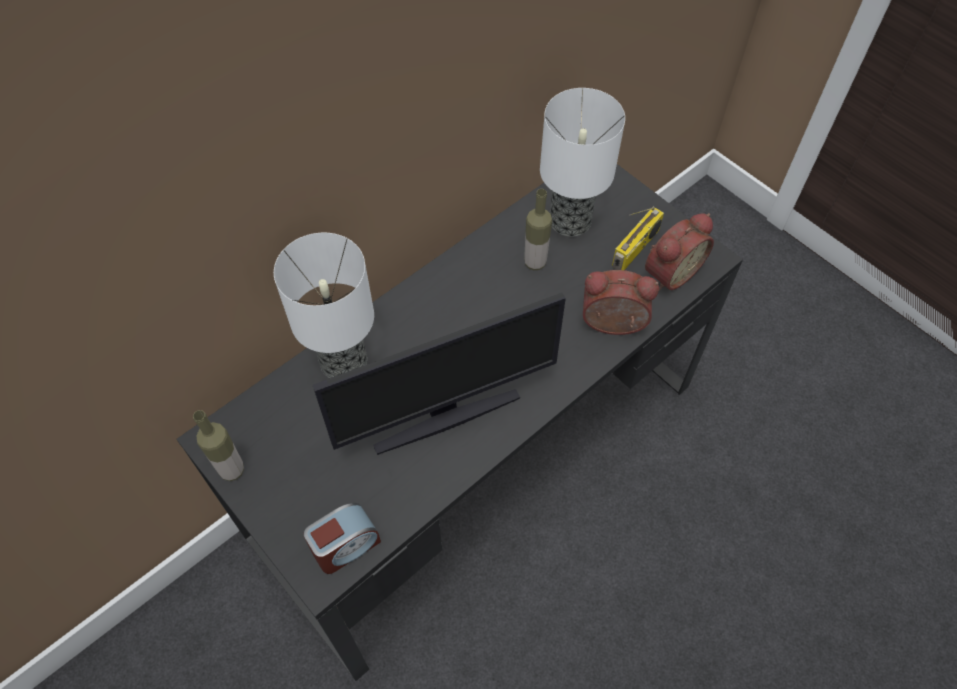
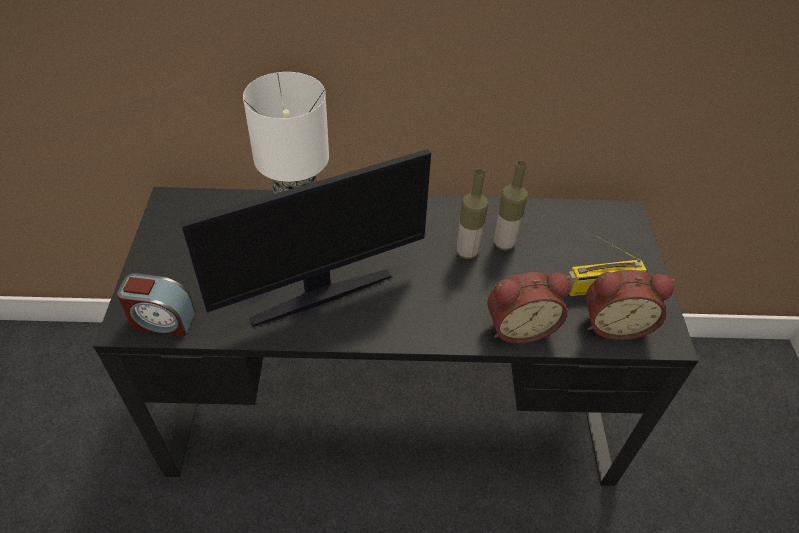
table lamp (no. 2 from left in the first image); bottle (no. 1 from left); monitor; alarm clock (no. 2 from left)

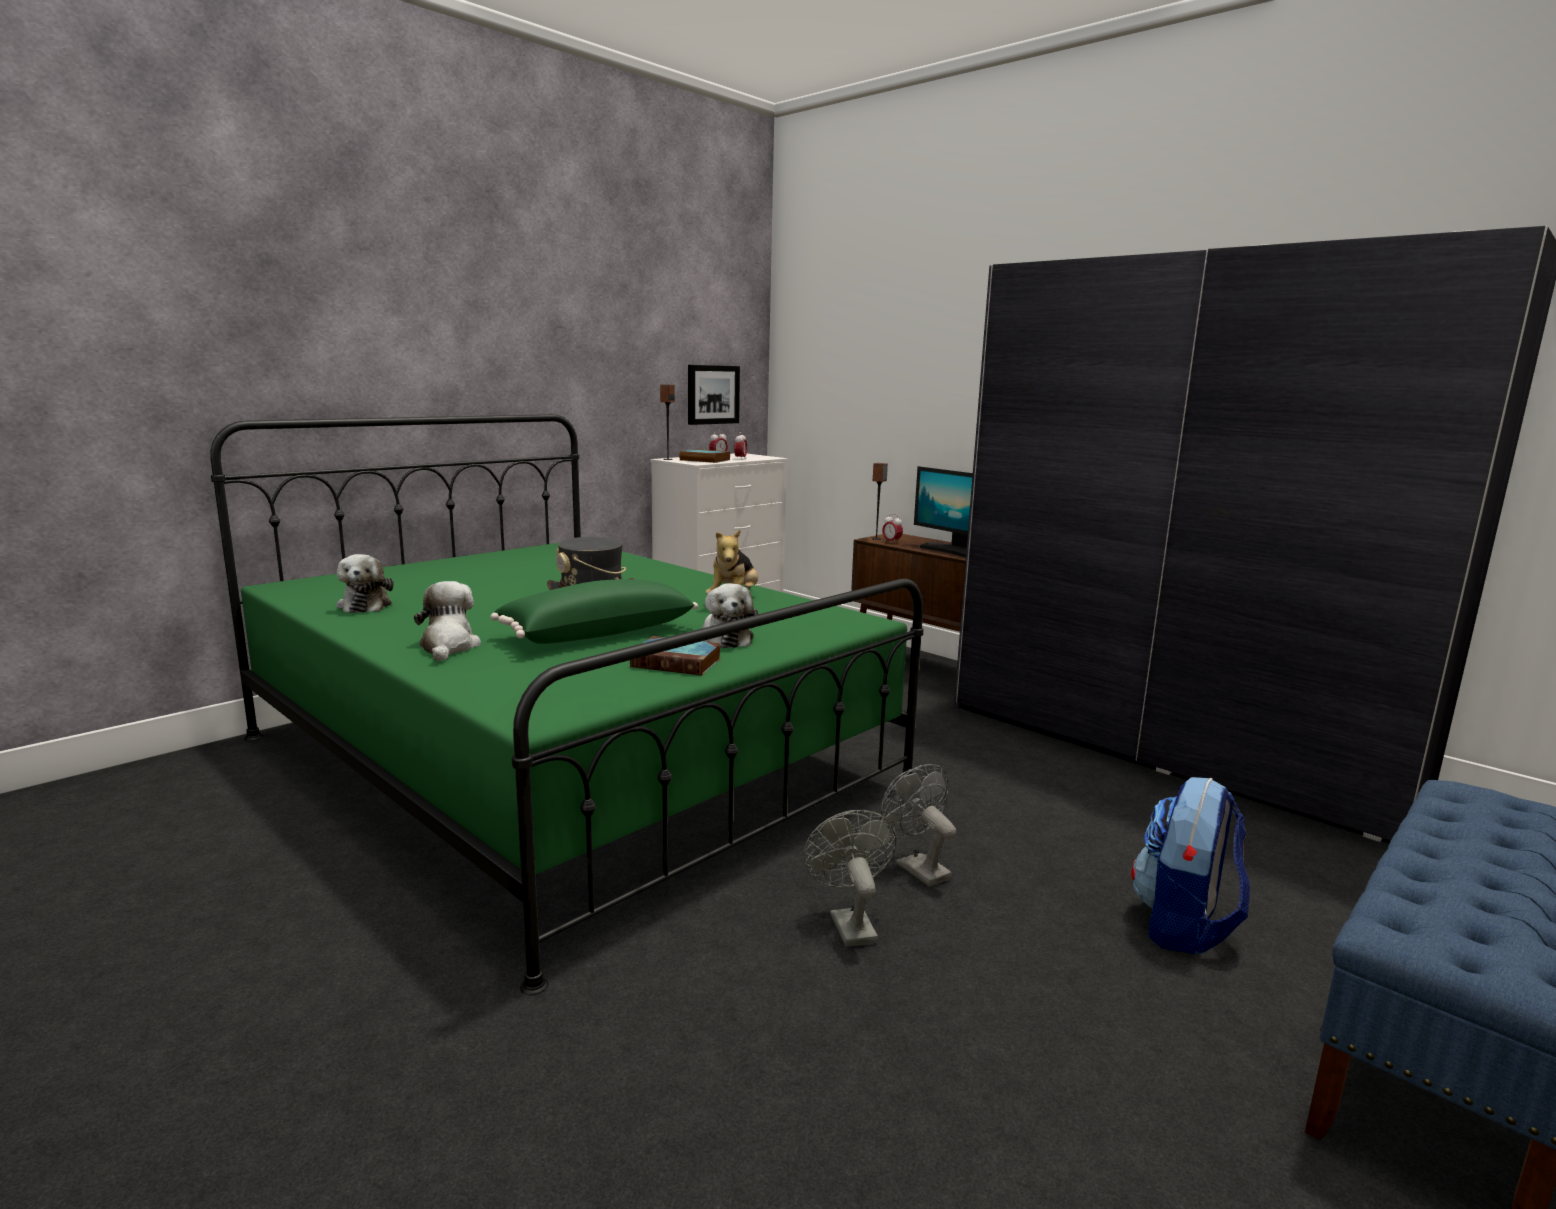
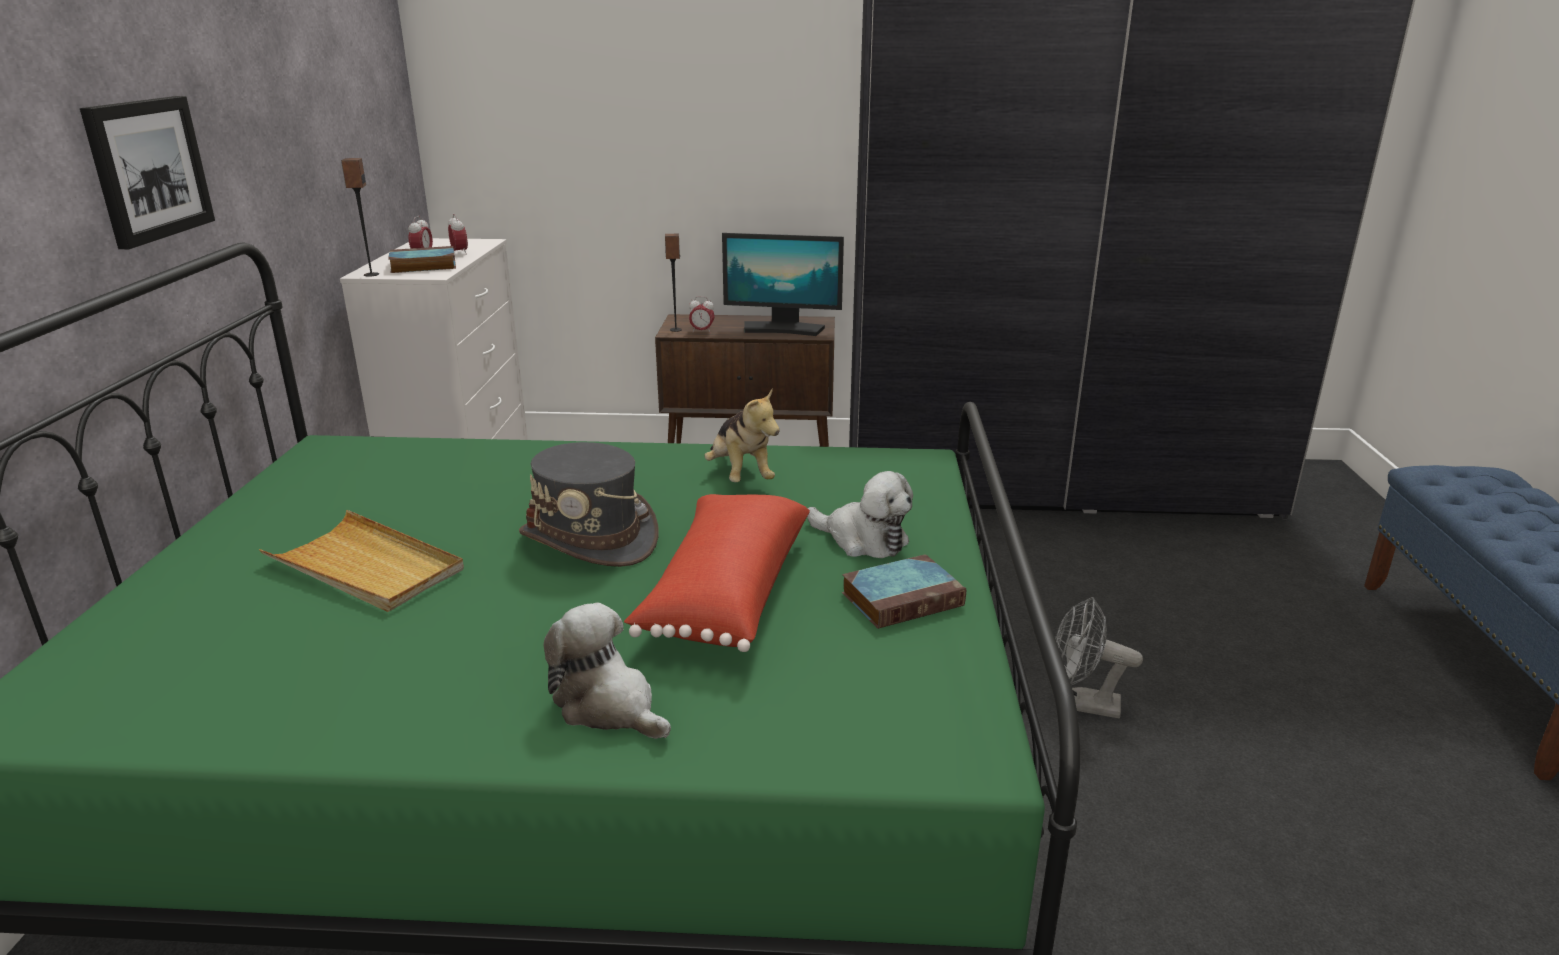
plush toy (no. 1 from left in the first image); grey fan (no. 1 from left in the first image); backpack; beige tray; picture; red pillow

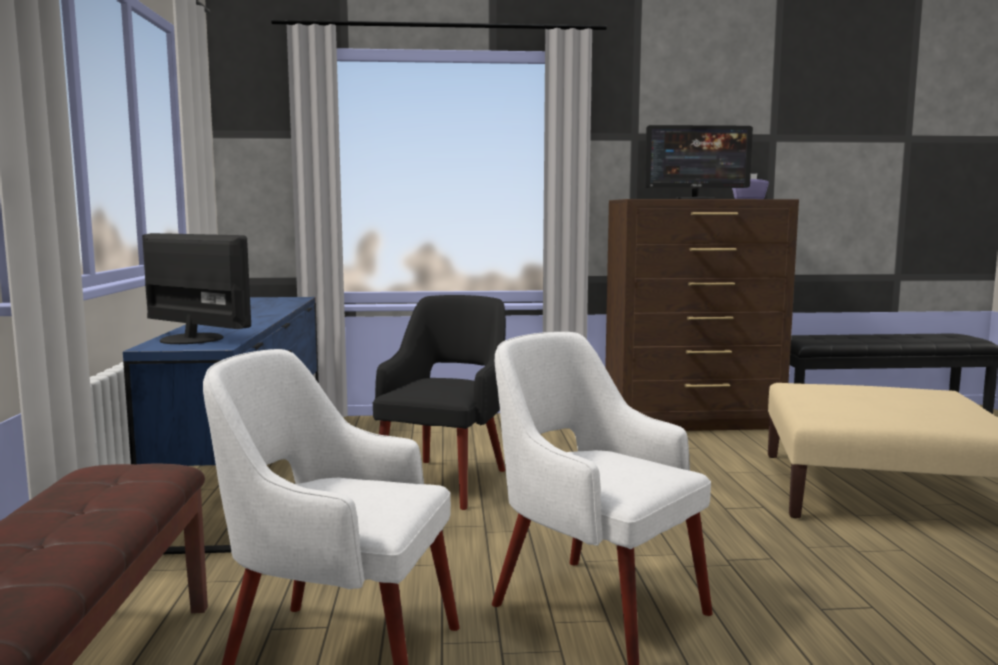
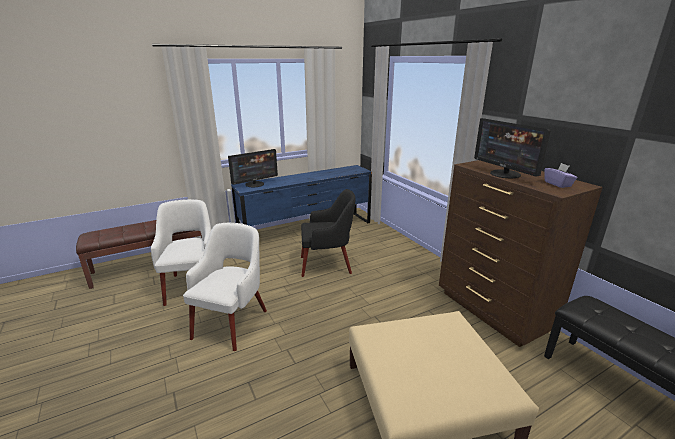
monitor (no. 1 from left)

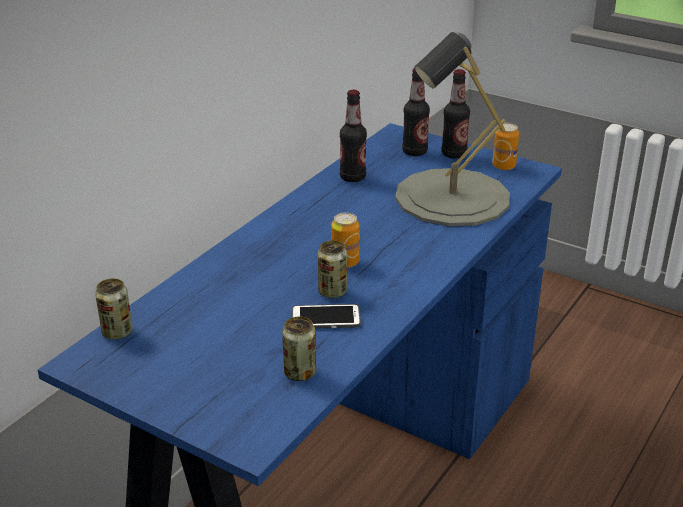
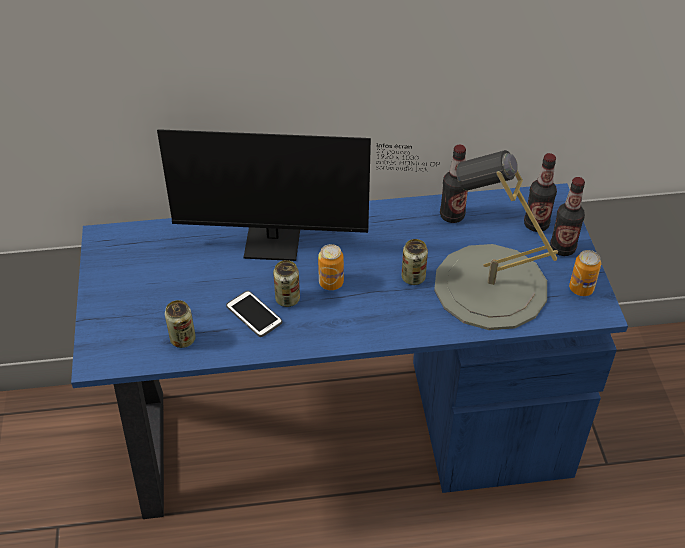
monitor; can (no. 4 from left)

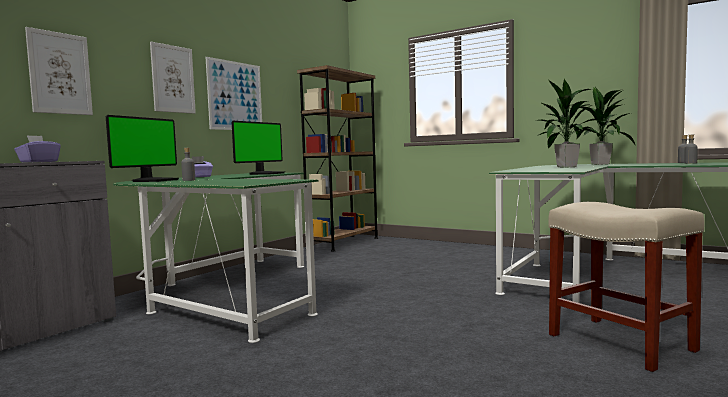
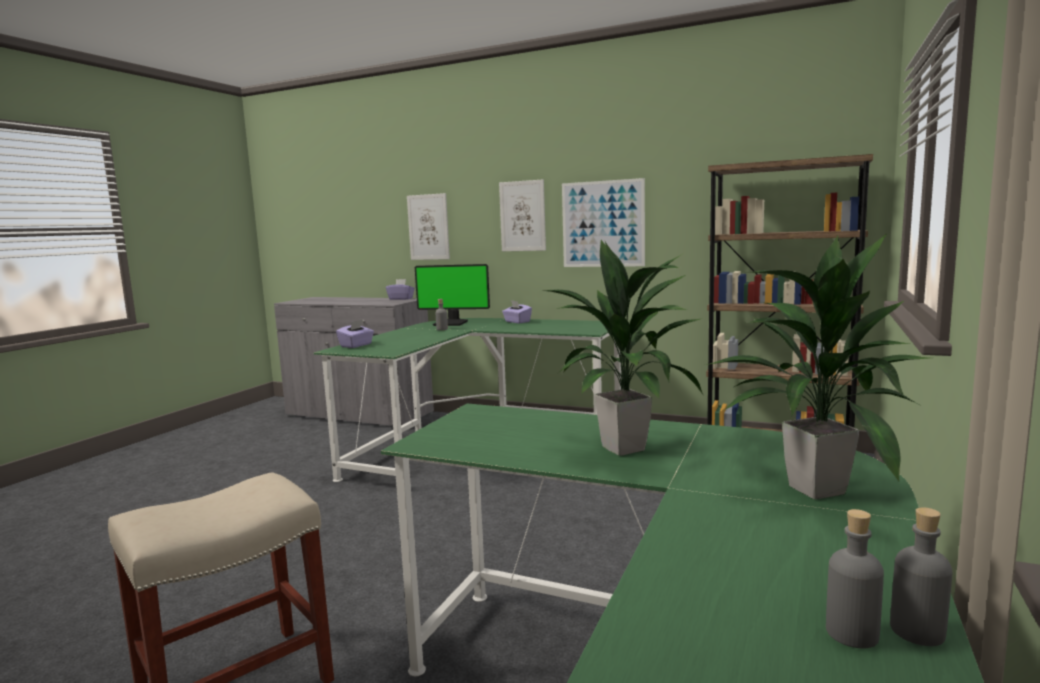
monitor (no. 2 from left in the first image); purple tissue box (no. 1 from left)

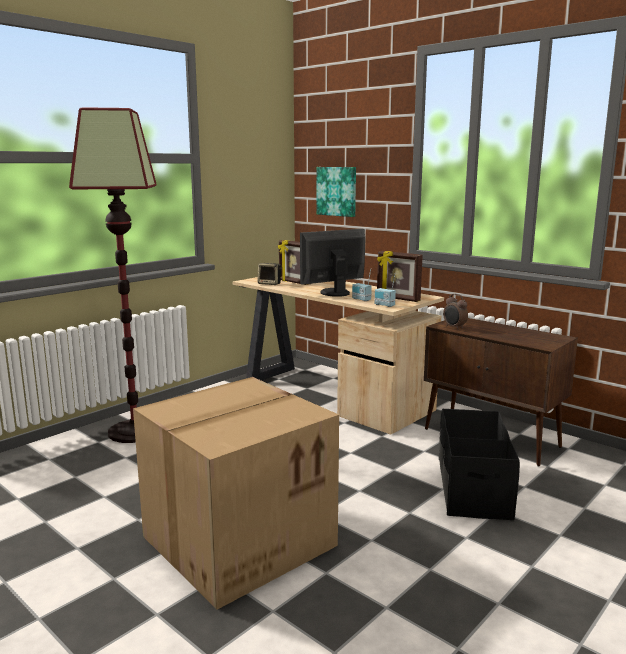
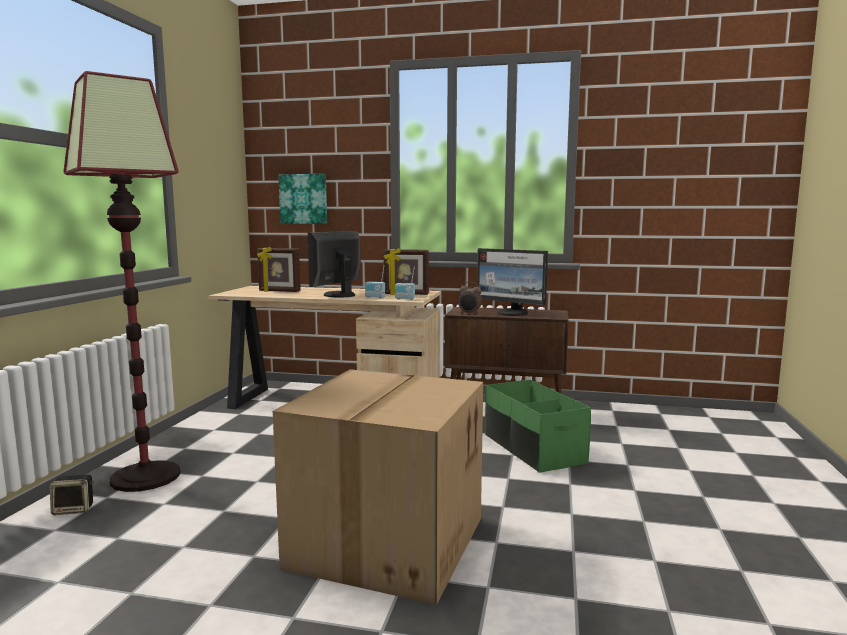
monitor (no. 2 from left); speaker; green storage box

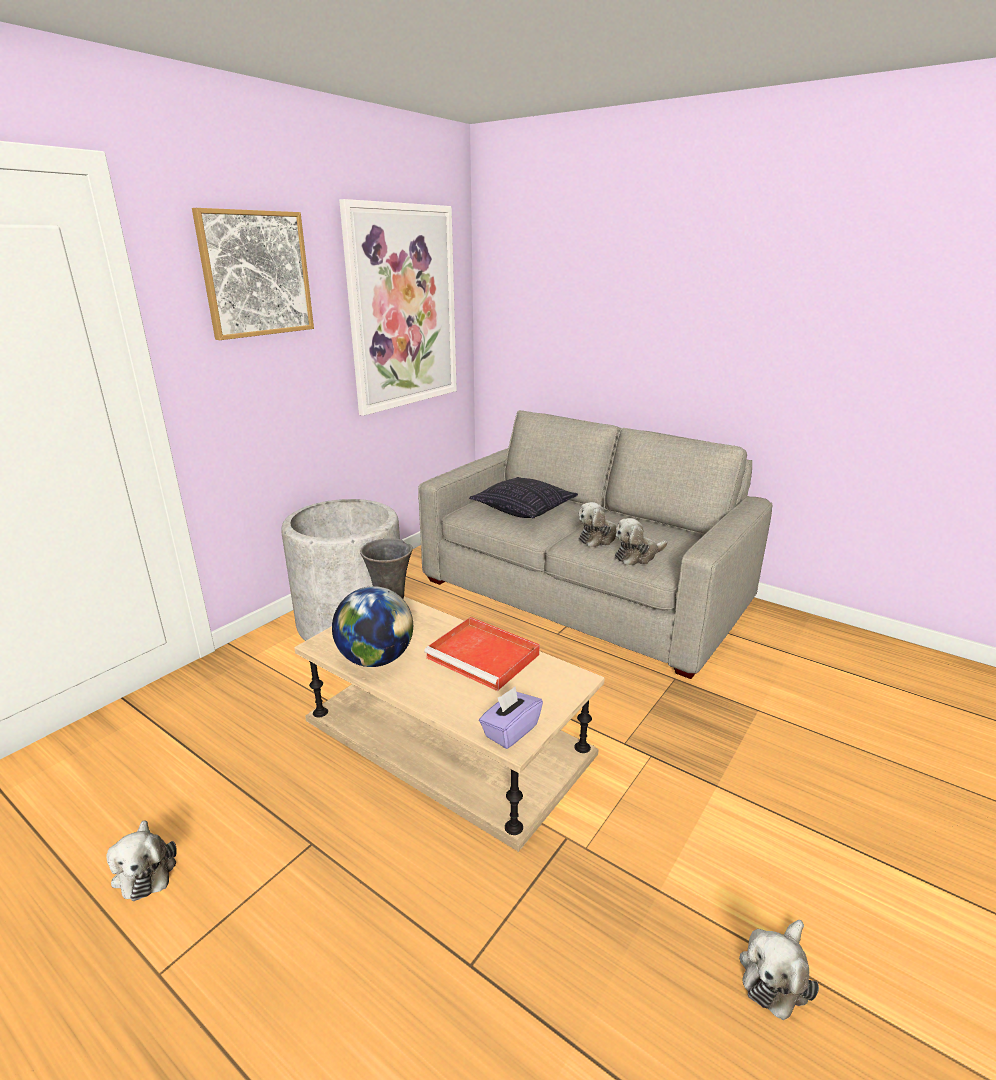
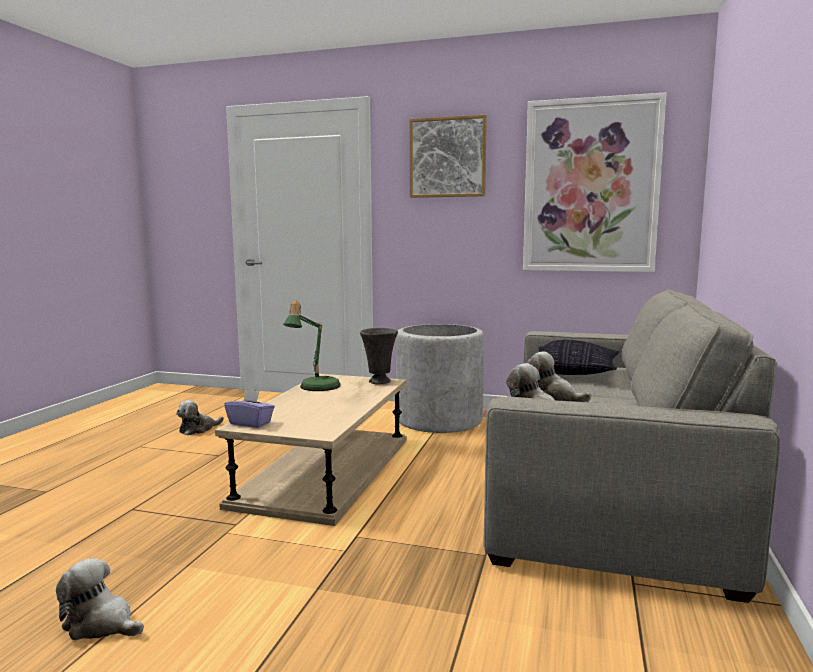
red tray; table lamp

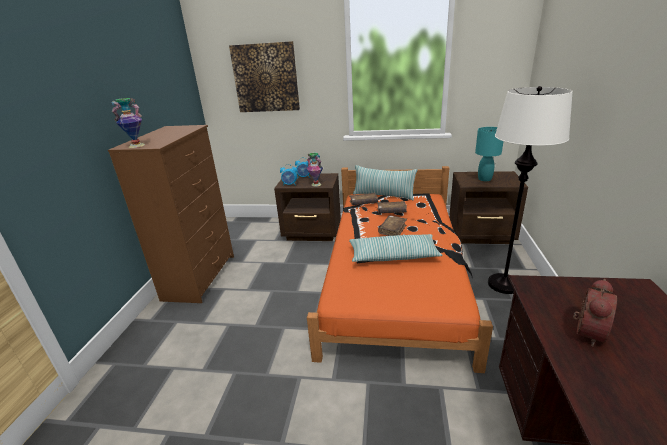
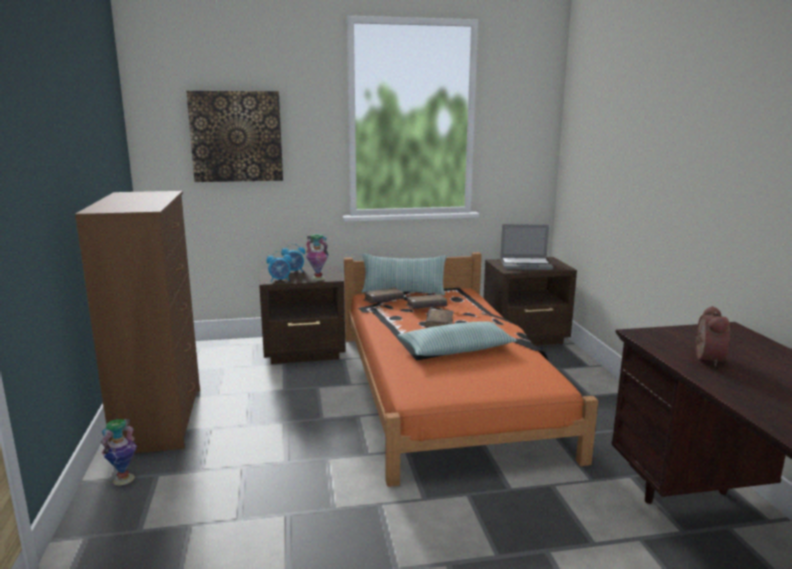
white floor lamp; vase (no. 1 from left); laptop

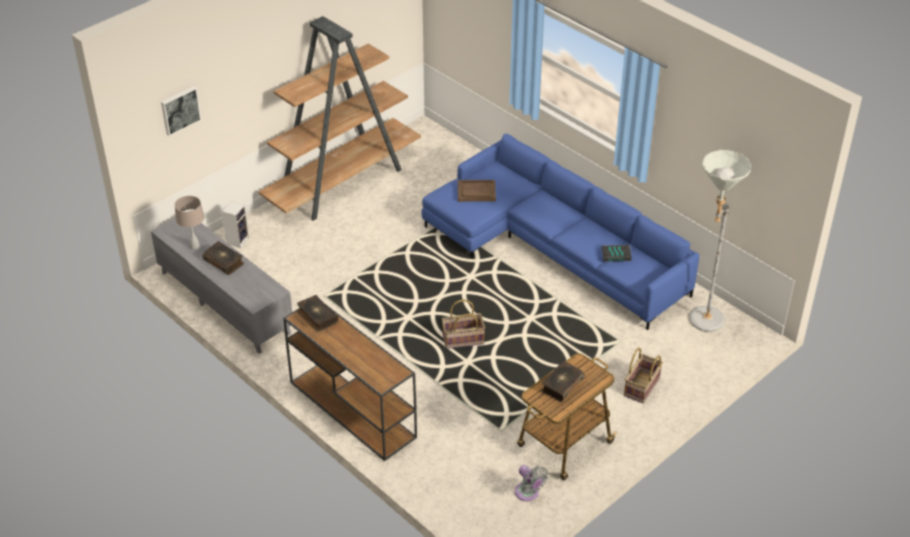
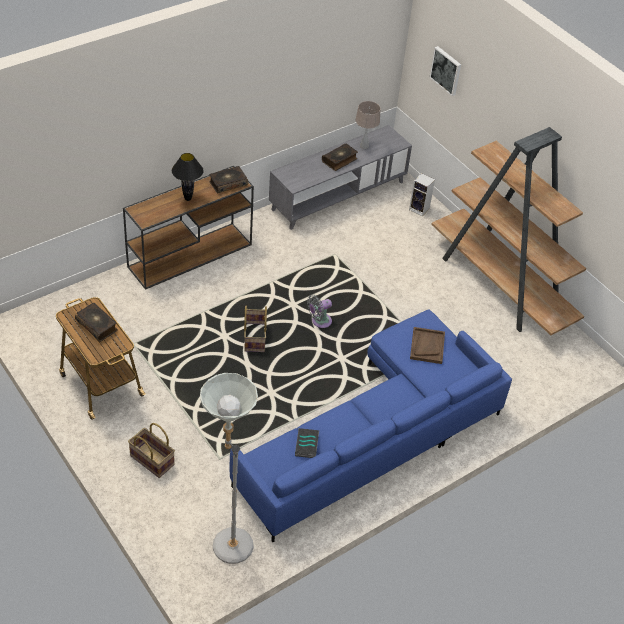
black table lamp; grey fan

